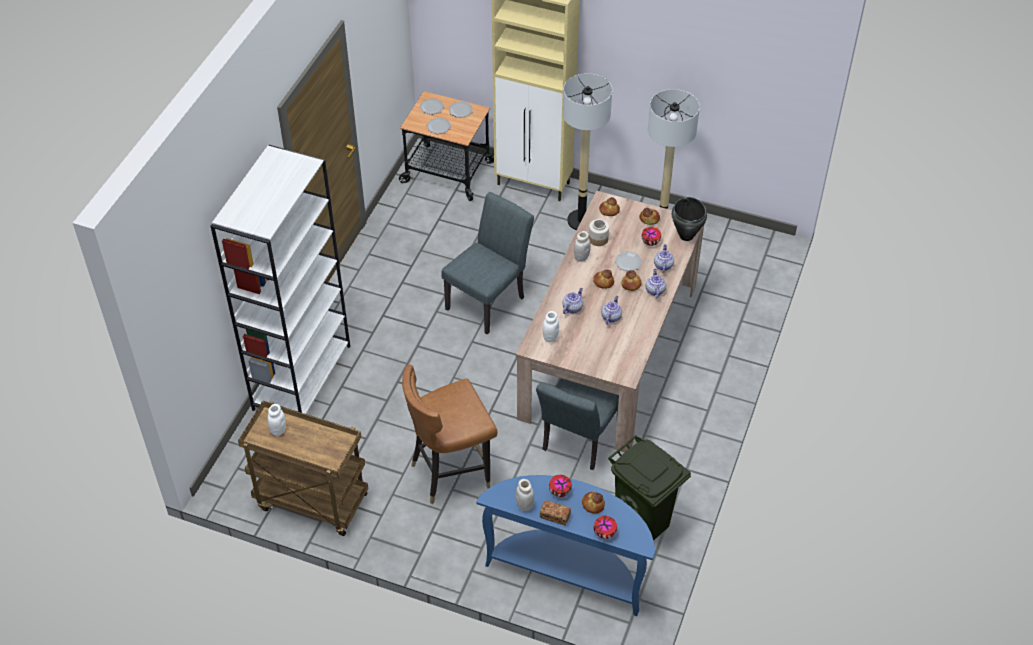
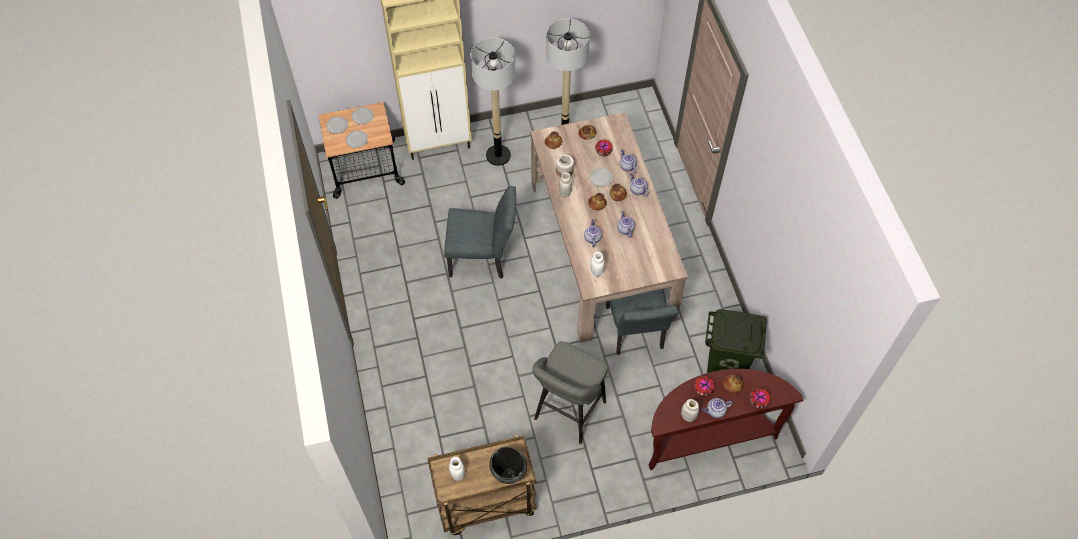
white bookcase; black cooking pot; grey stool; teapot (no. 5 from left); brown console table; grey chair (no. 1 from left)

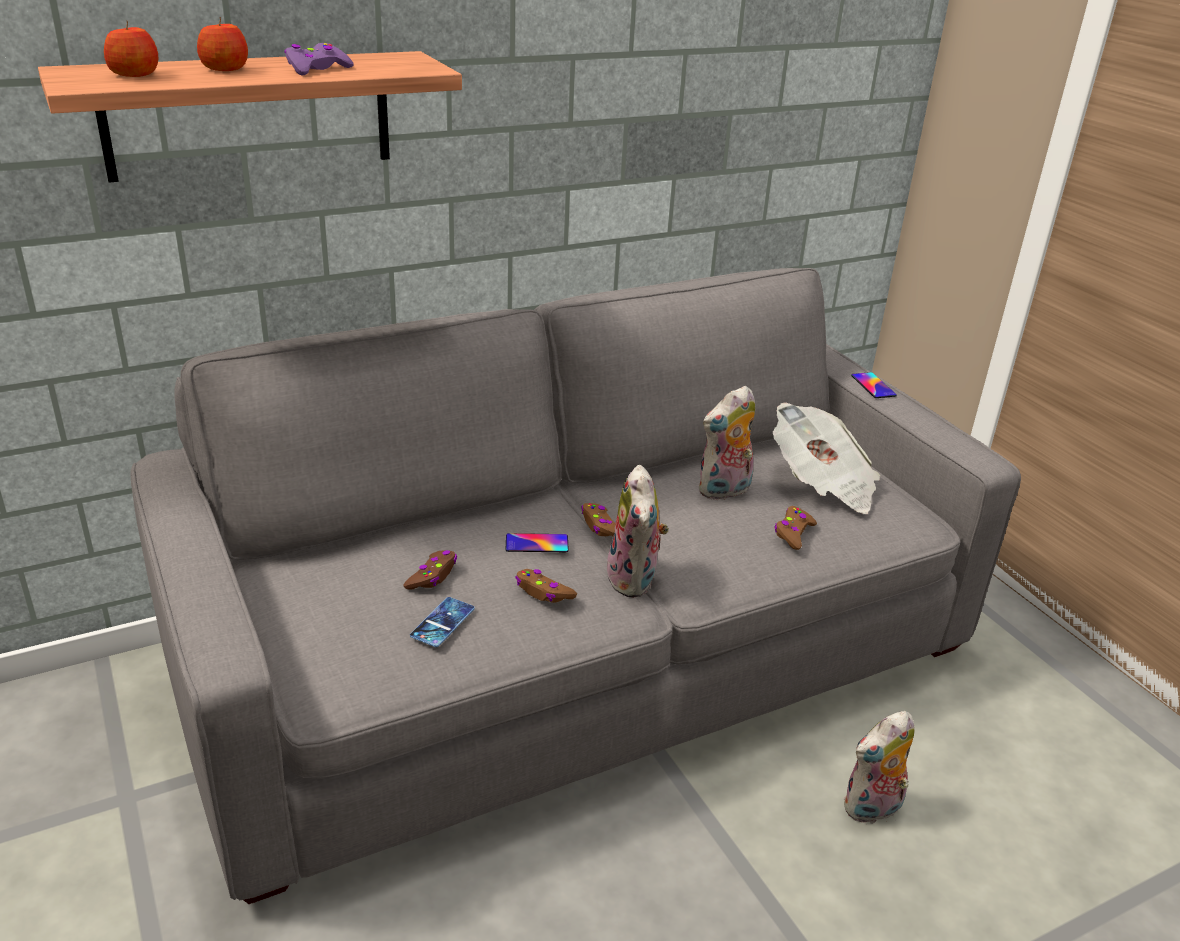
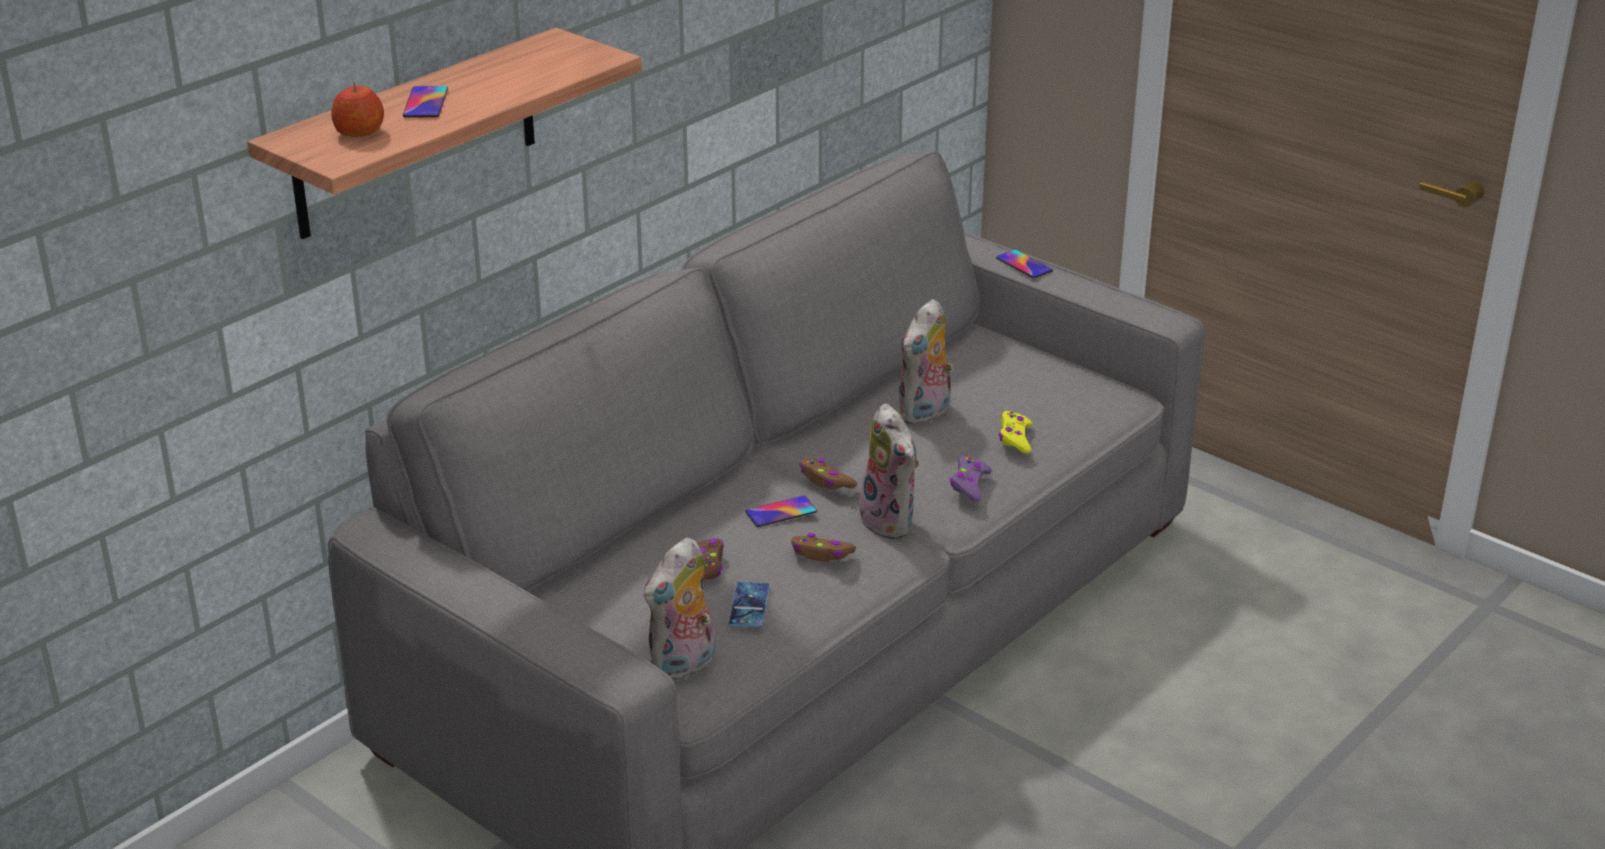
newspaper; purple game controller; plush toy (no. 1 from left); phone (no. 1 from left); yellow game controller

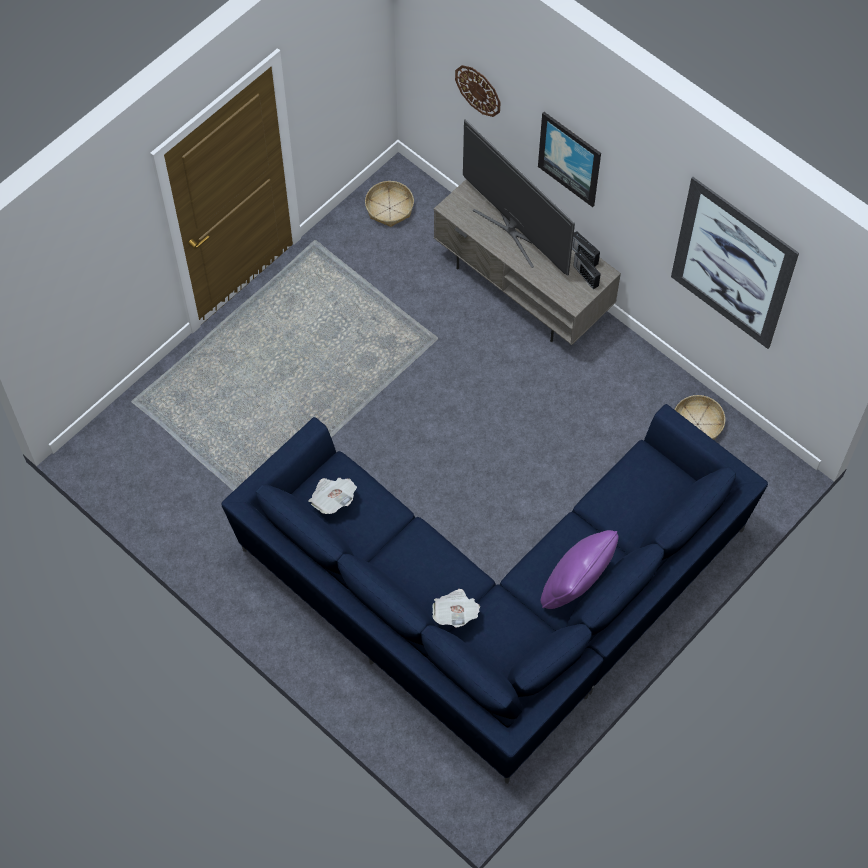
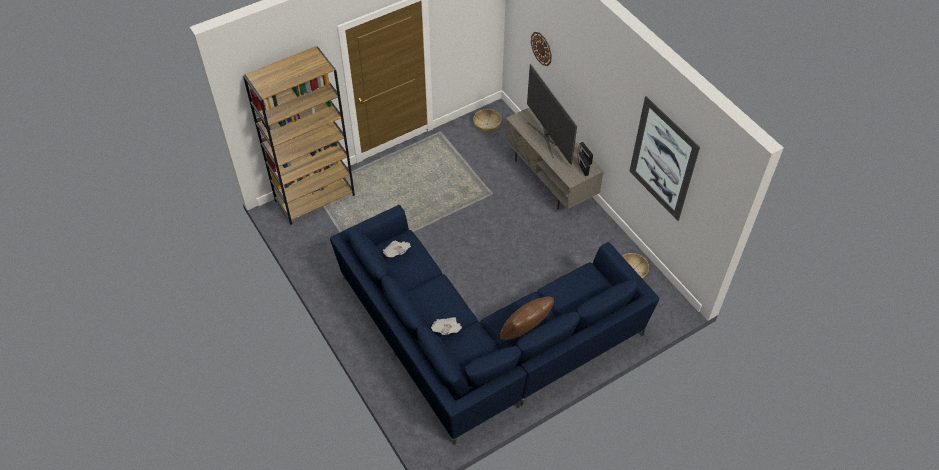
picture (no. 1 from left in the first image); brown bookcase; brown pillow

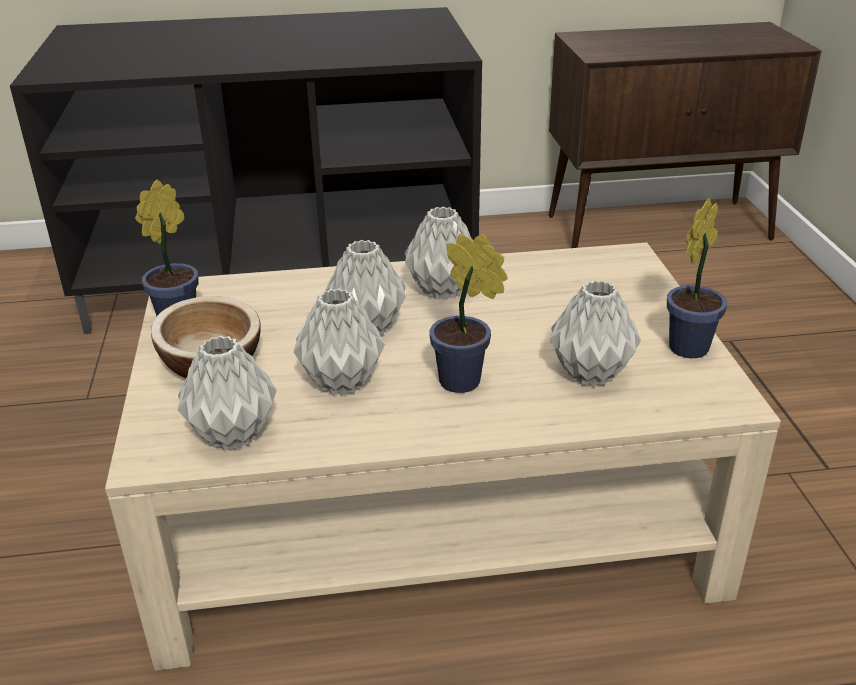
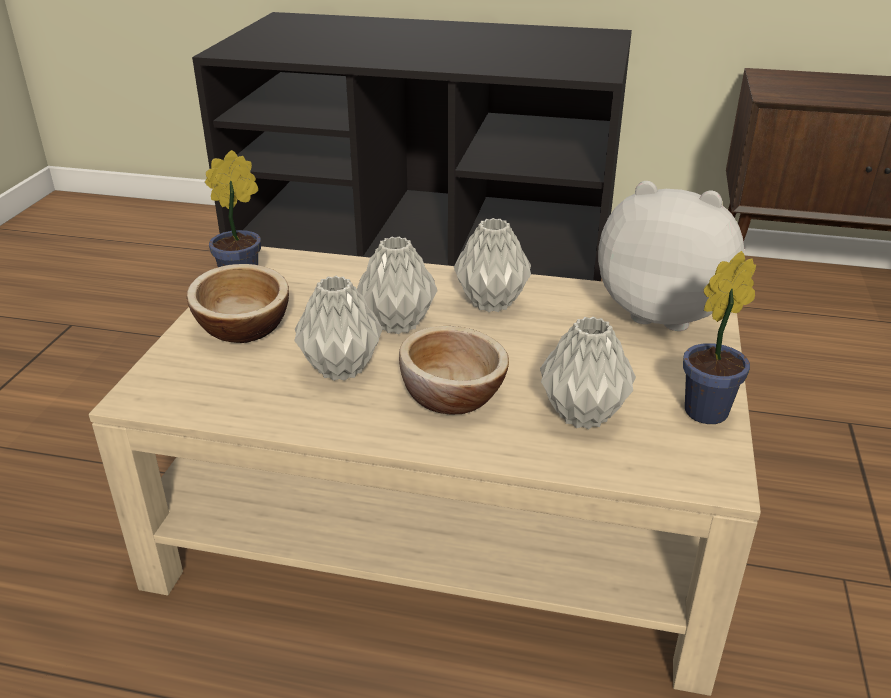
grey vase (no. 1 from left in the first image); plush toy; bowl (no. 2 from left)

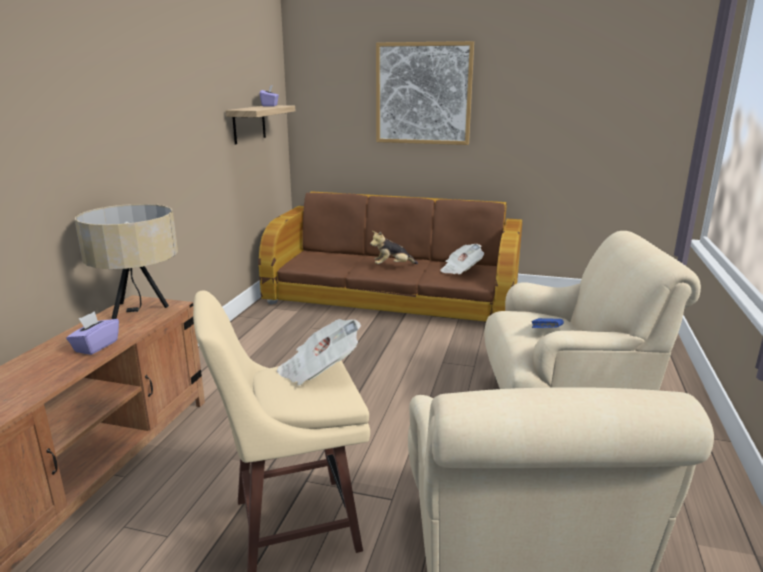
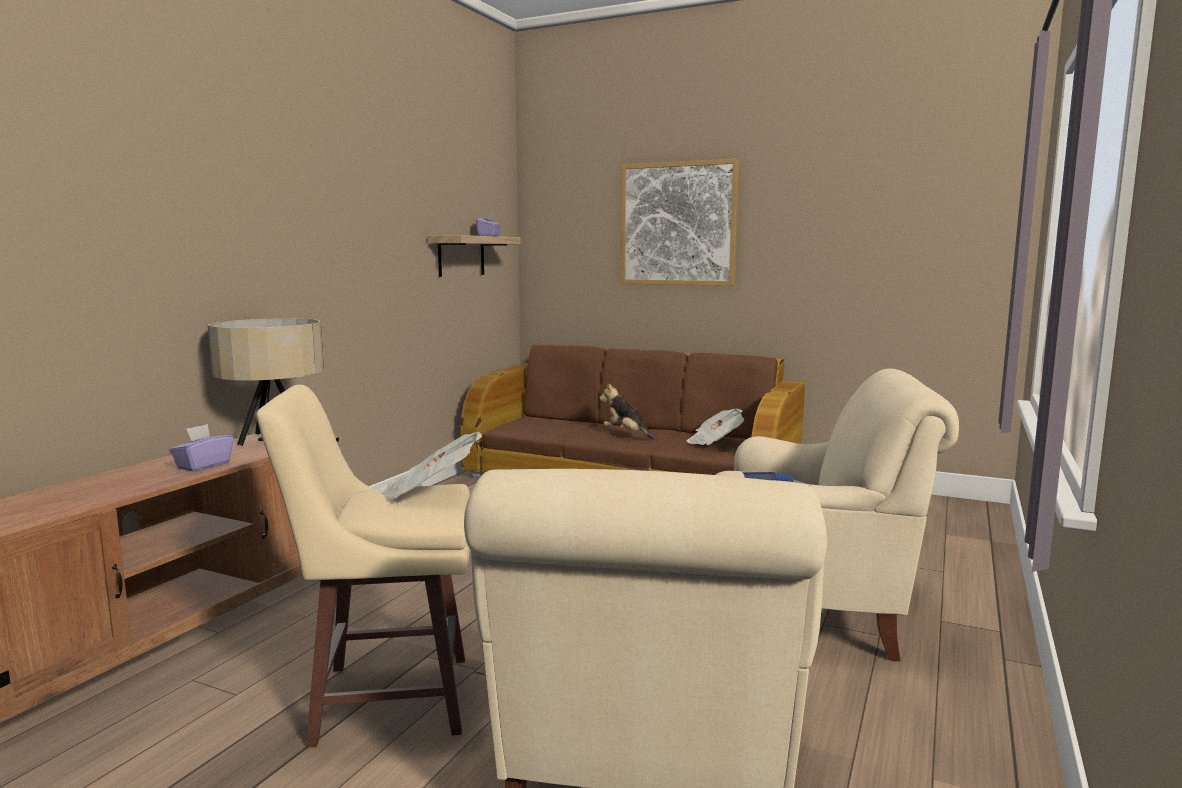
plush toy

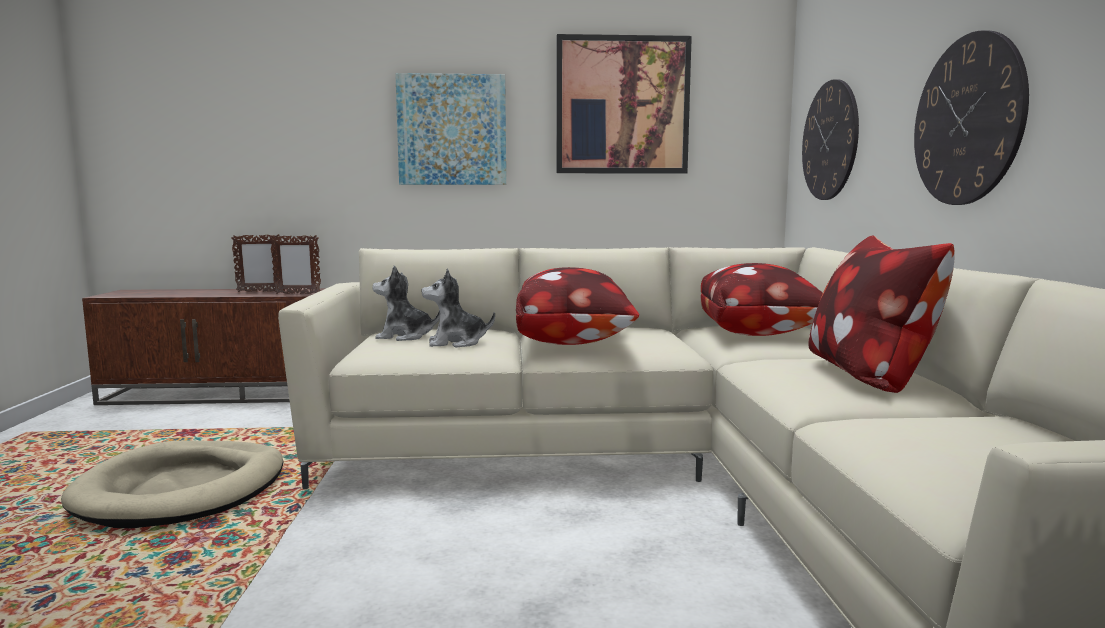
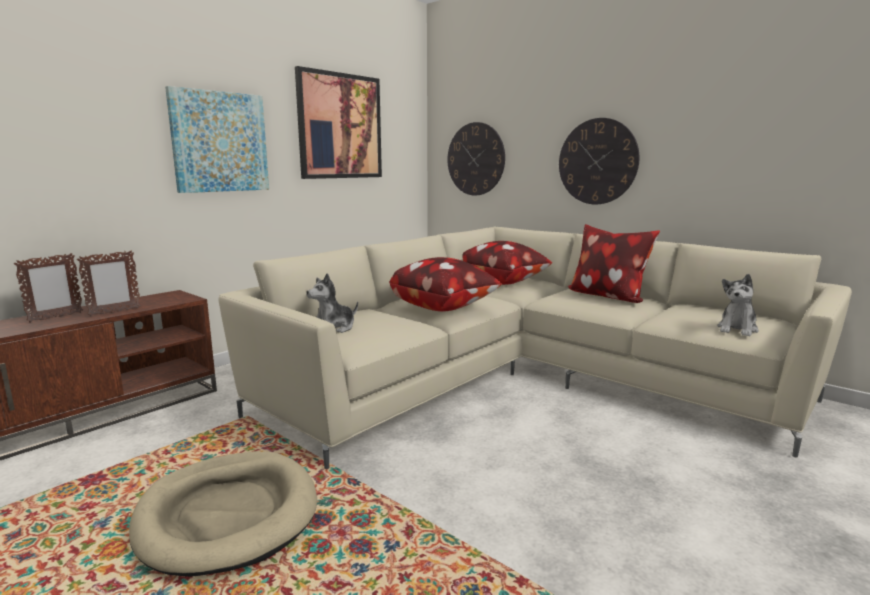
plush toy (no. 2 from left)

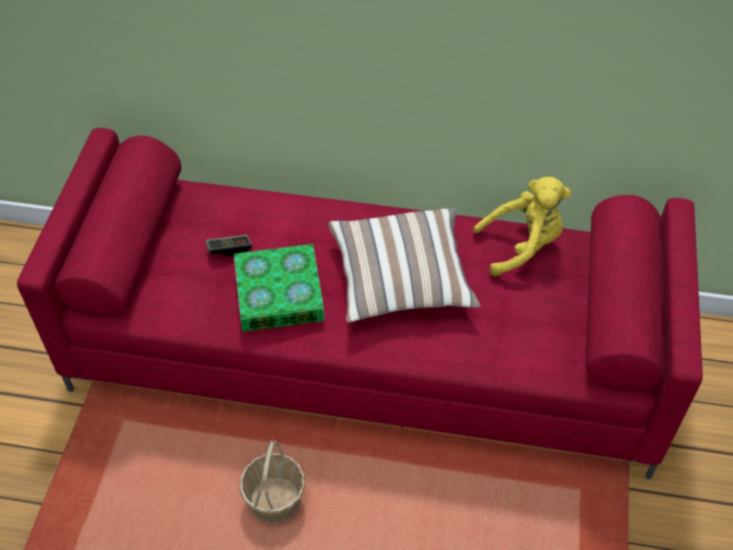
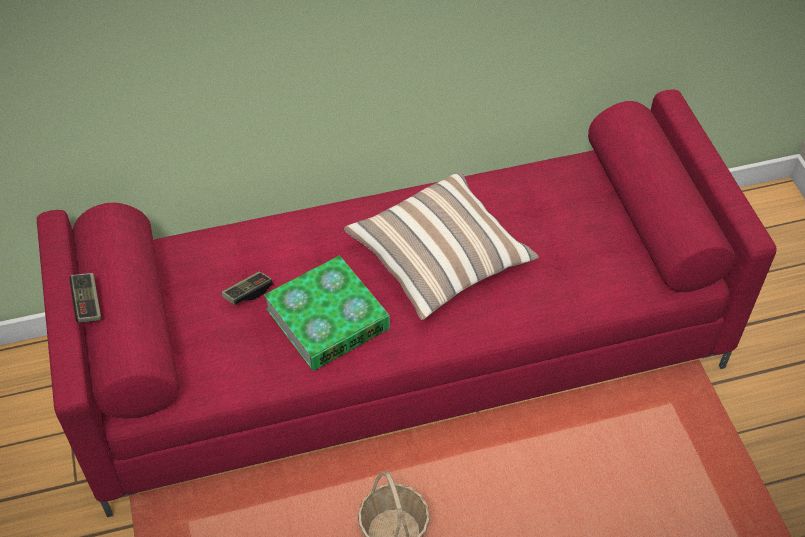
yellow plush toy; game controller (no. 1 from left)

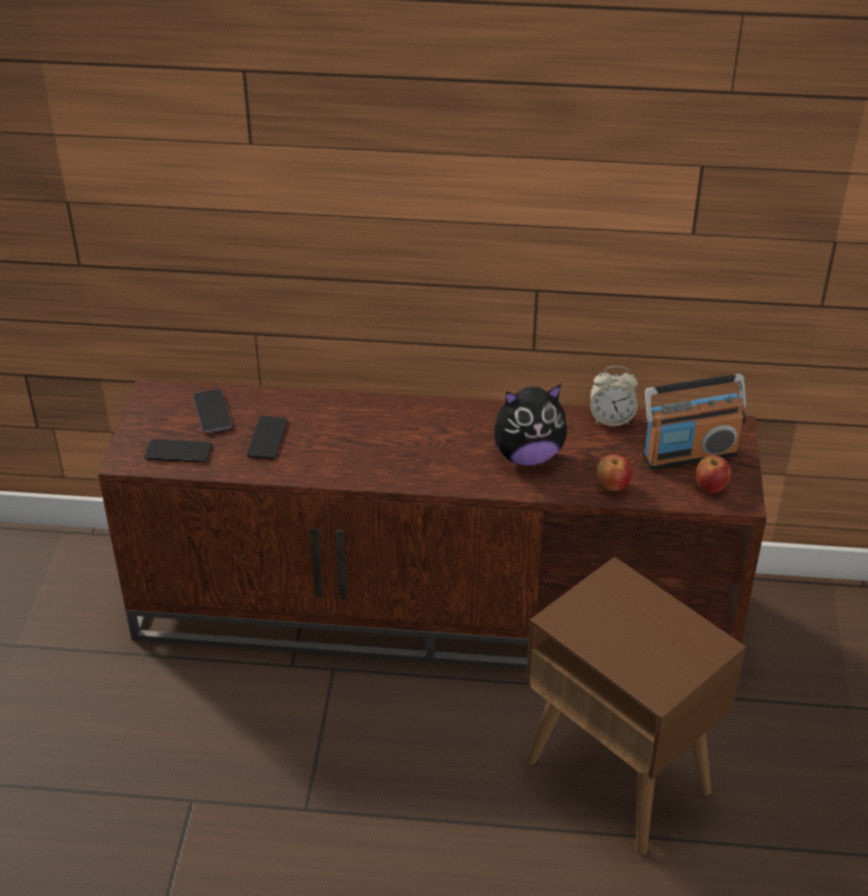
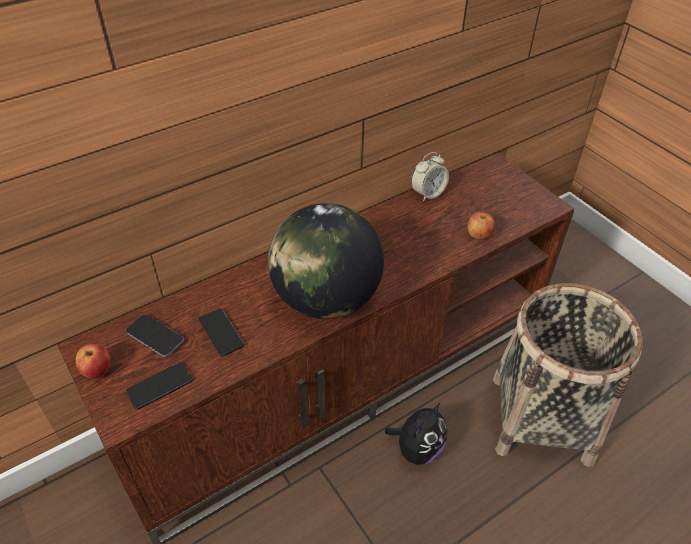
radio; globe; plush toy; apple (no. 1 from left); basket

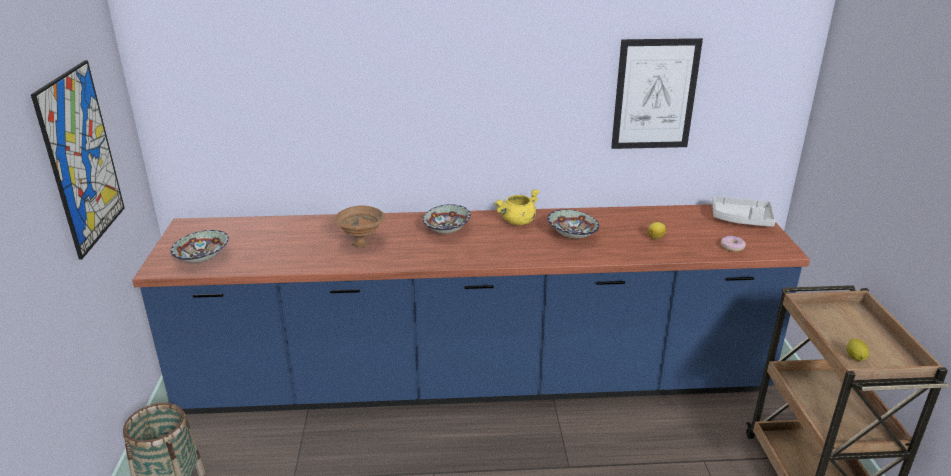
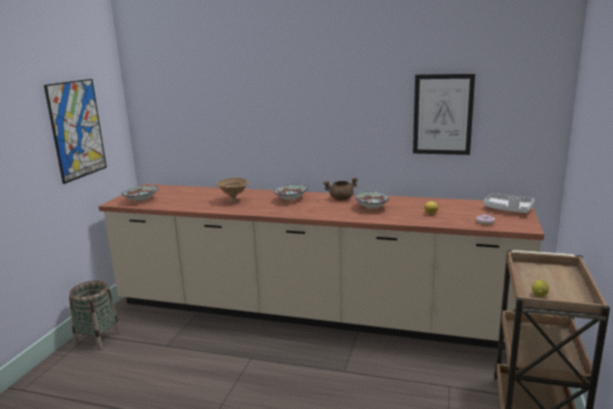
beige counter; brown cooking pot

